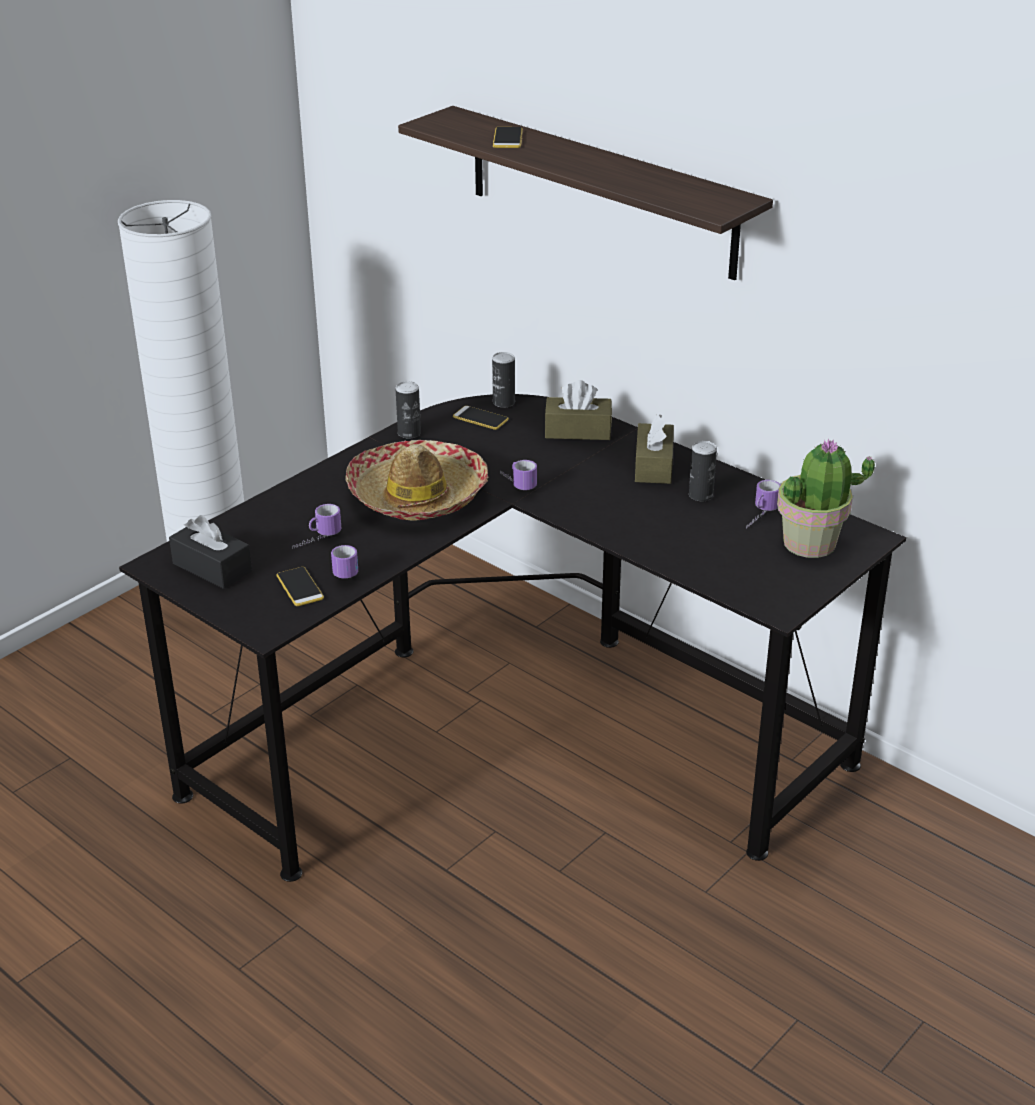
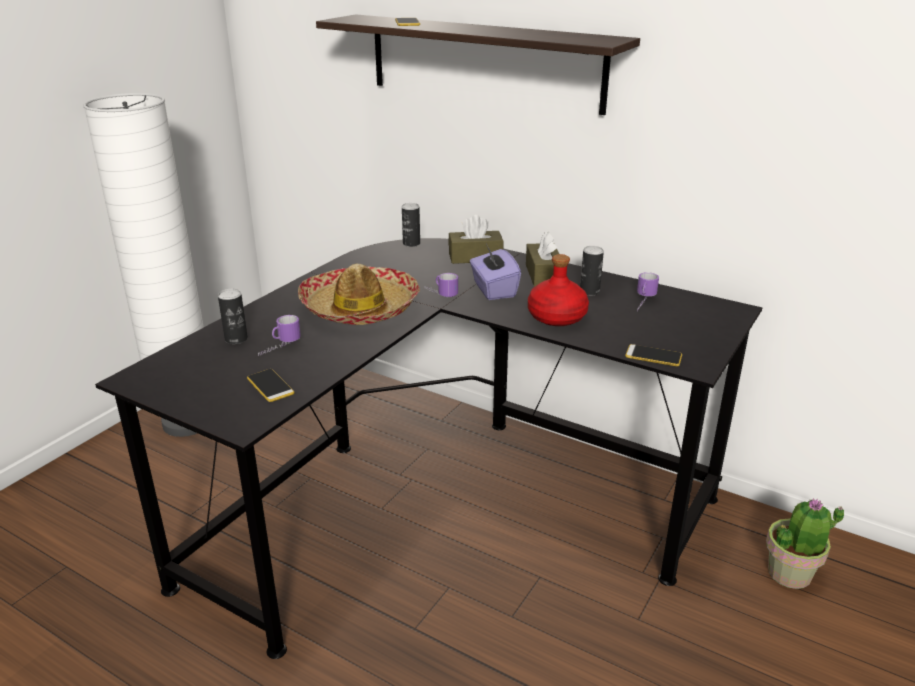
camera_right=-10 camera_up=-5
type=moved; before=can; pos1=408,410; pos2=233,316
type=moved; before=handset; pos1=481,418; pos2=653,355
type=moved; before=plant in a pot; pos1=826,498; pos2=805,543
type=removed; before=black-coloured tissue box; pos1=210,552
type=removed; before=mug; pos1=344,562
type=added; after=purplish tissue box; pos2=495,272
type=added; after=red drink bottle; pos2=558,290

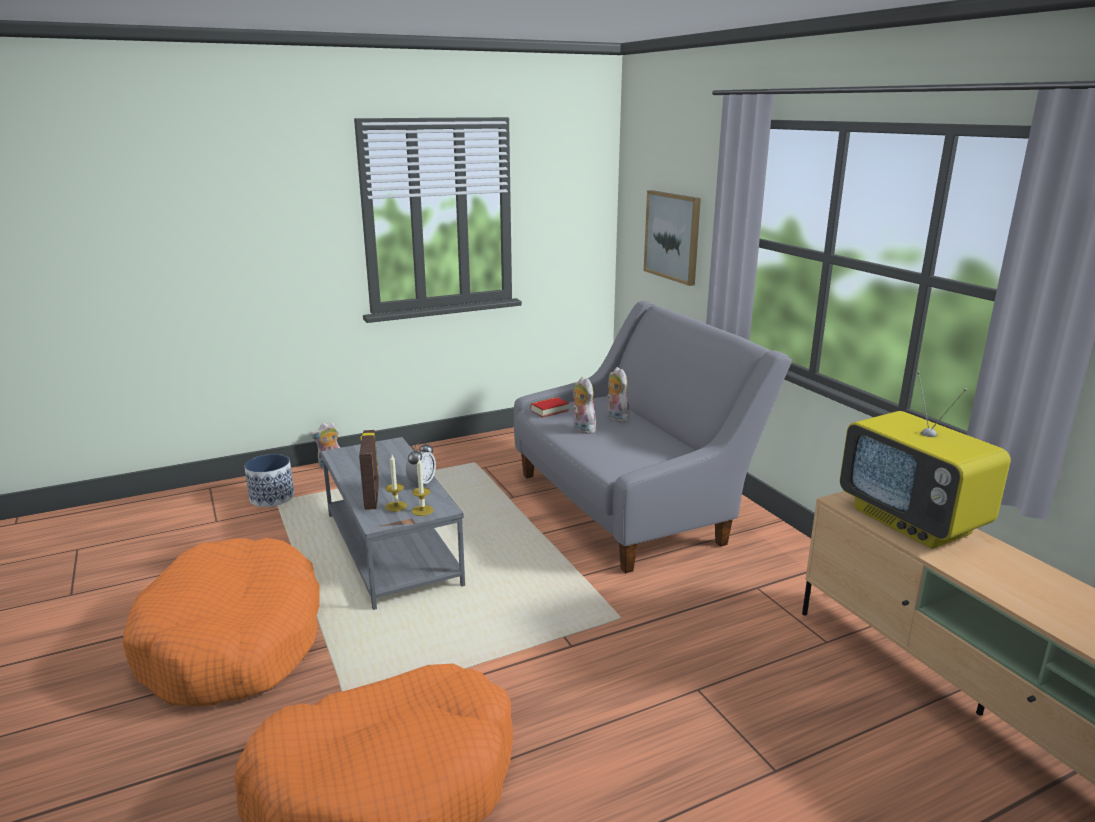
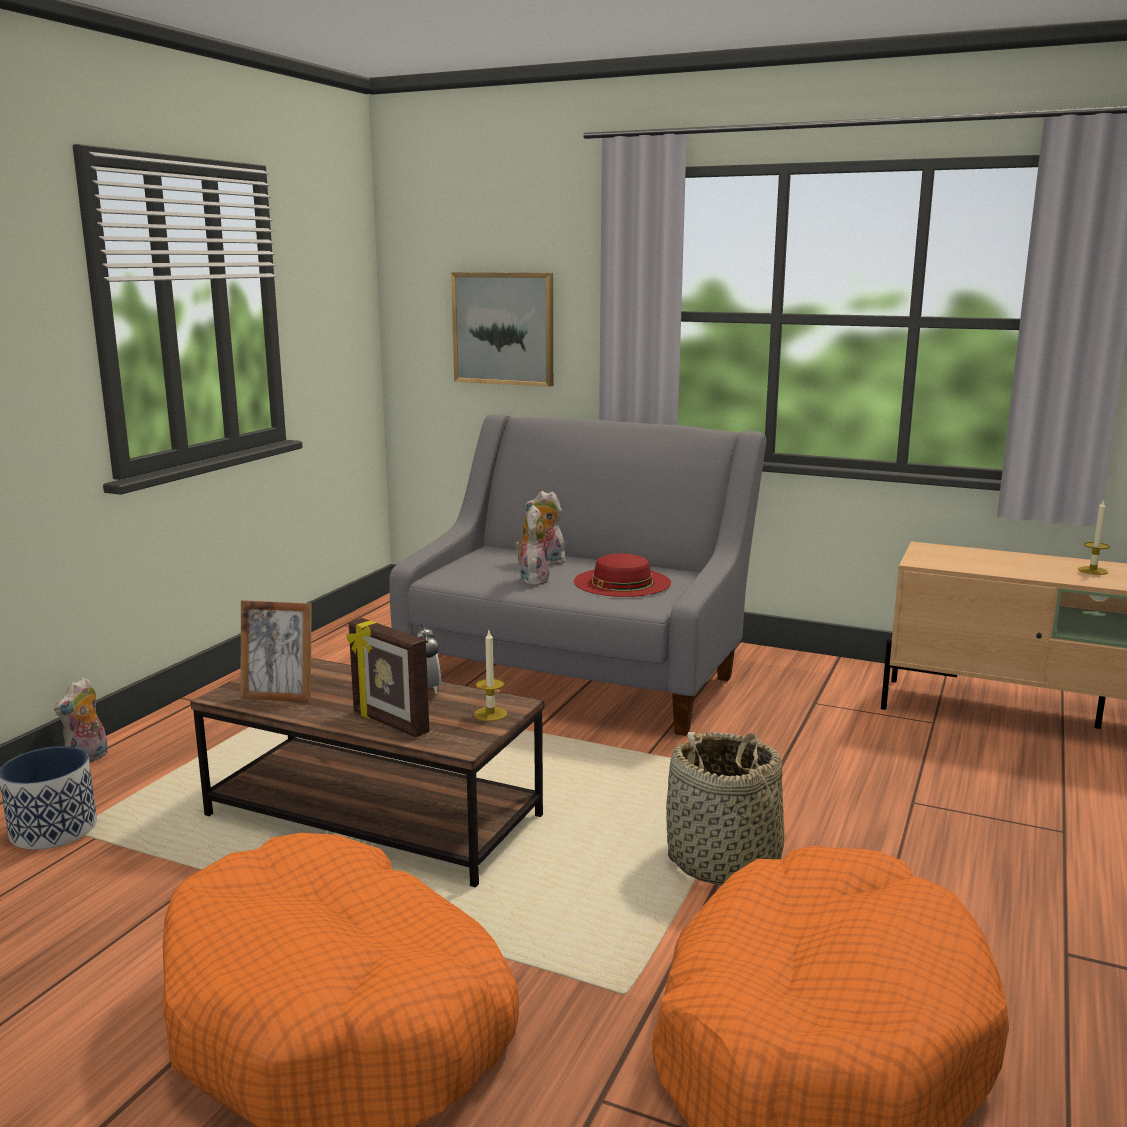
camera_right=-40 camera_up=-5
type=removed; before=TV; pos1=925,460
type=turned; before=soft toy; pos1=584,405; pos2=532,545; turn=75
type=removed; before=book; pos1=549,407
type=recoloured; before=gray lounge table; after=brown-coloured lounge table; pos1=393,523; pos2=367,772
type=moved; before=wax light; pos1=396,483; pos2=1094,537
type=added; after=red wearable hat; pos2=622,575
type=added; after=photo frame; pos2=276,651
type=added; after=household basket; pos2=726,808

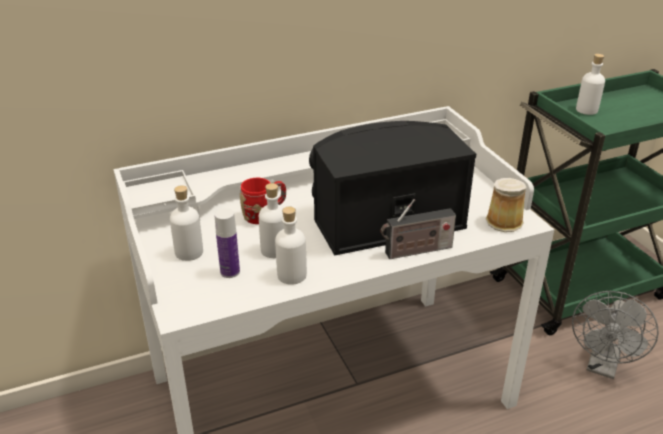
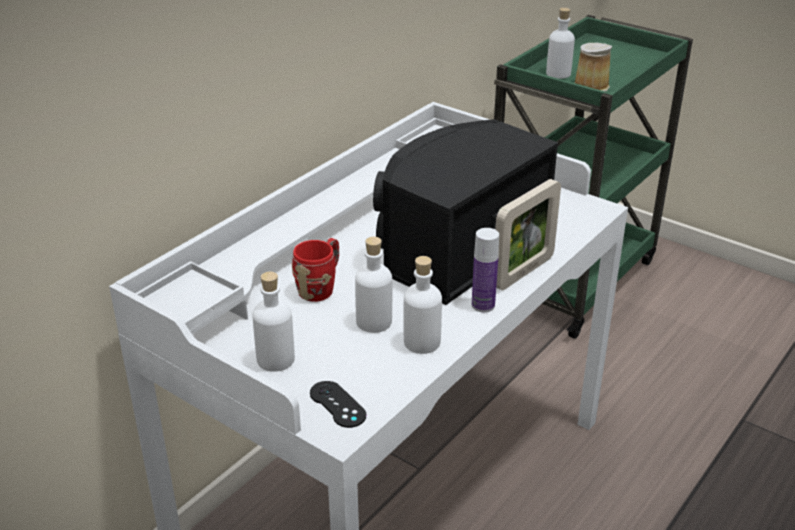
camera_right=-30 camera_up=0
type=moved; before=mug; pos1=506,205; pos2=593,67
type=replaced; before=radio set; after=photo frame; pos1=418,229; pos2=528,234
type=moved; before=drink bottle; pos1=227,243; pos2=485,270
type=removed; before=gray electric fan; pos1=615,335
type=added; after=black-coloured joypad; pos2=338,404

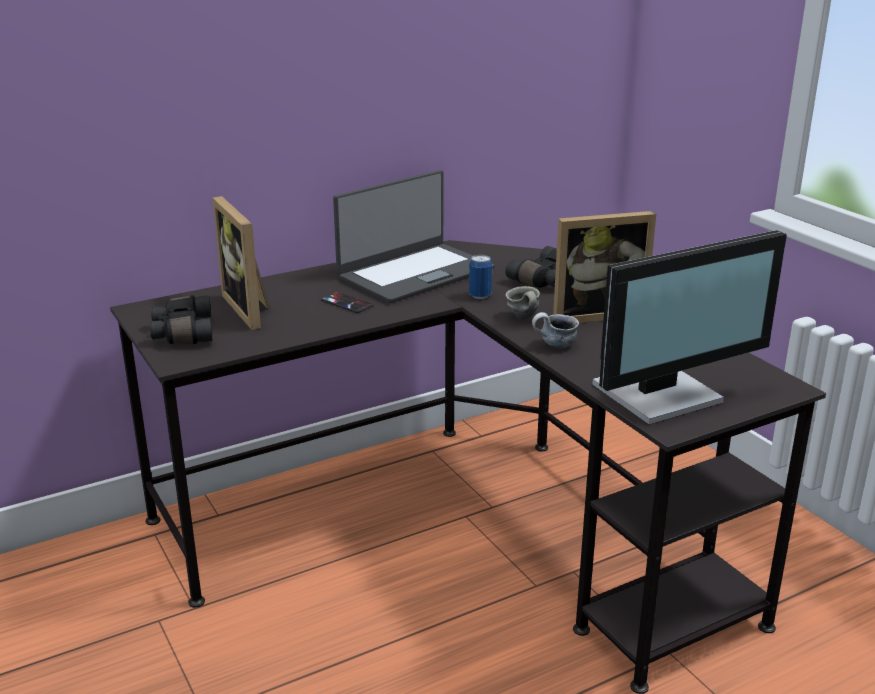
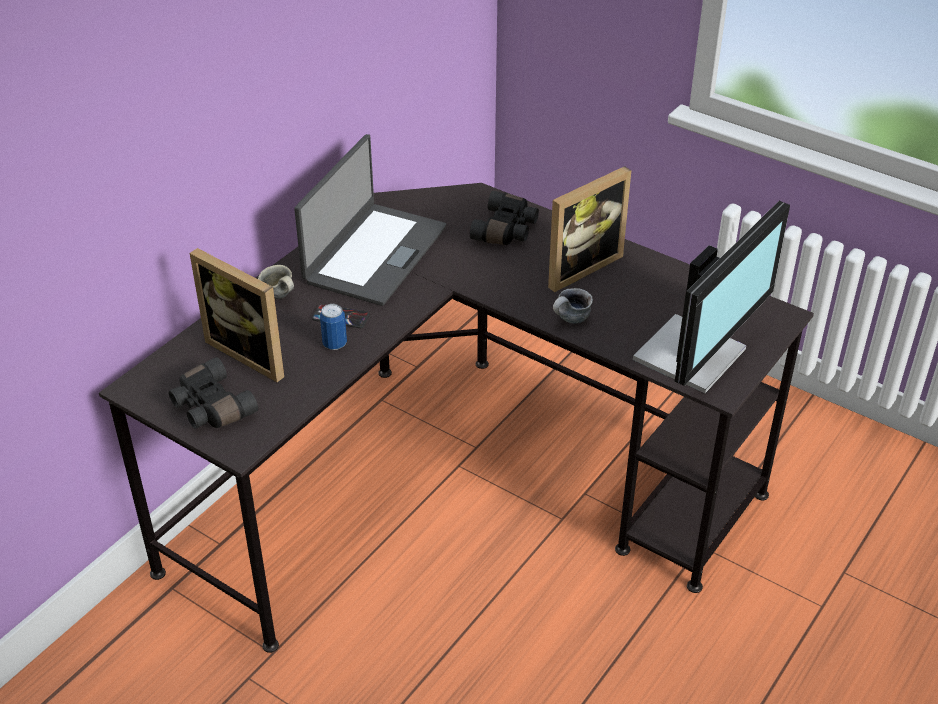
camera_right=-25 camera_up=15
type=moved; before=can; pos1=480,277; pos2=333,327
type=moved; before=gray mug; pos1=523,302; pos2=276,282

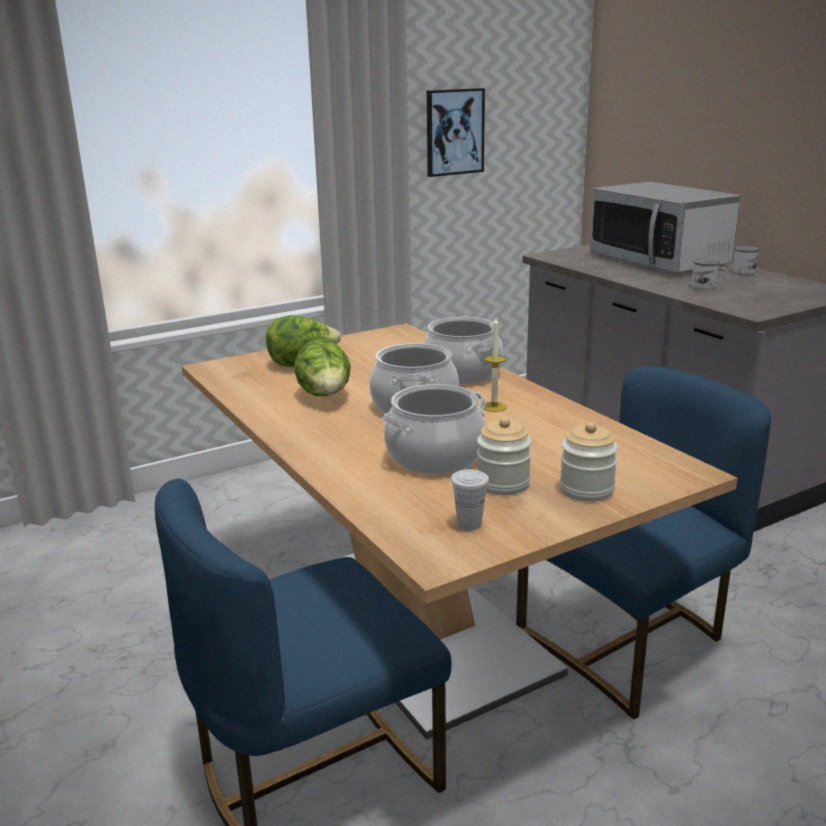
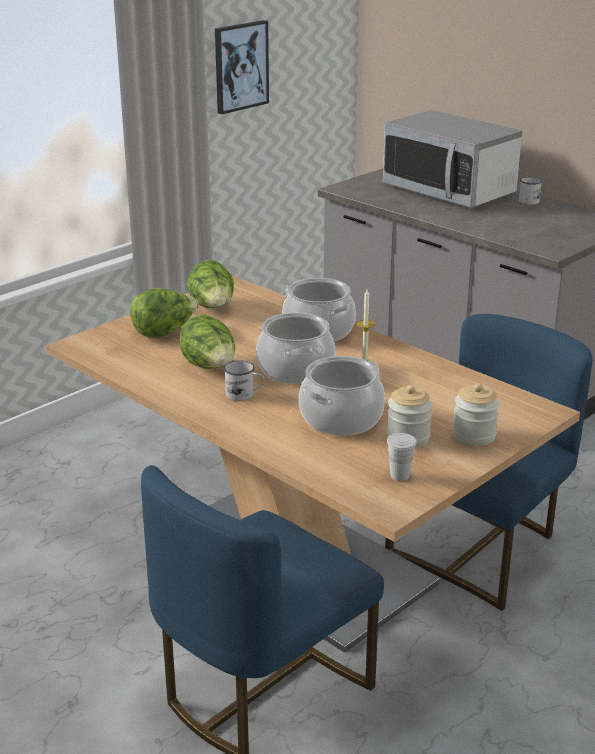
camera_right=-15 camera_up=5
type=moved; before=white-coloured mug; pos1=710,274; pos2=244,380
type=added; after=lettuce; pos2=210,284

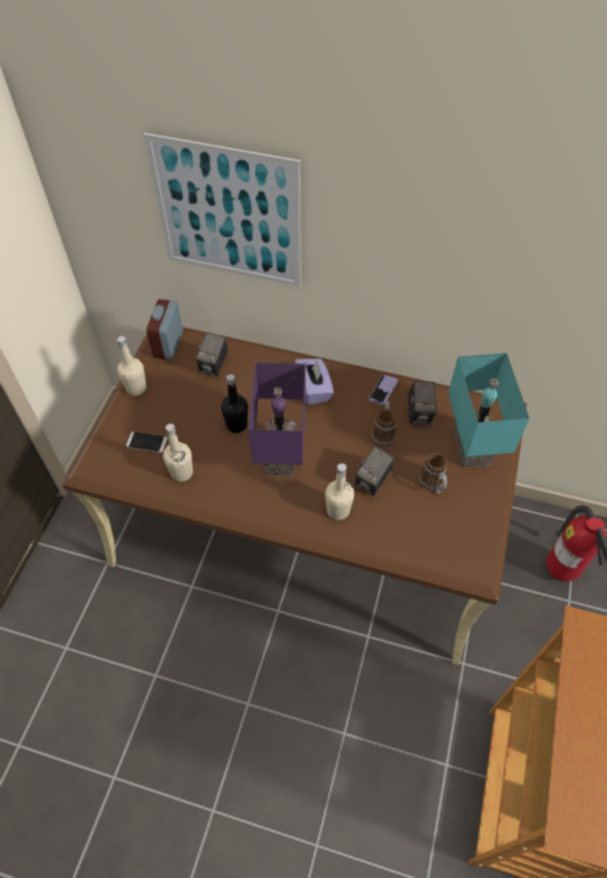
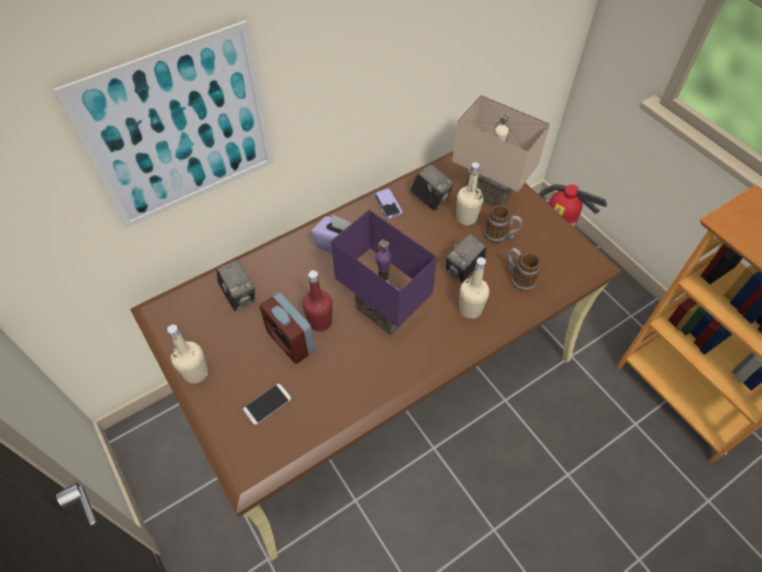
camera_right=-50 camera_up=0
type=moved; before=table clock; pos1=164,329; pos2=287,328
type=recoloured; before=blue-green table lamp; after=beige table lamp; pos1=489,410; pos2=501,150
type=recoloured; before=black-coloured drink bottle; after=red drink bottle; pos1=234,403; pos2=318,300
type=moved; before=mug; pos1=384,423; pos2=524,269
type=moved; before=beige drink bottle; pos1=178,453; pos2=469,193
type=turned; before=still camera; pos1=374,470; pos2=466,257; turn=60

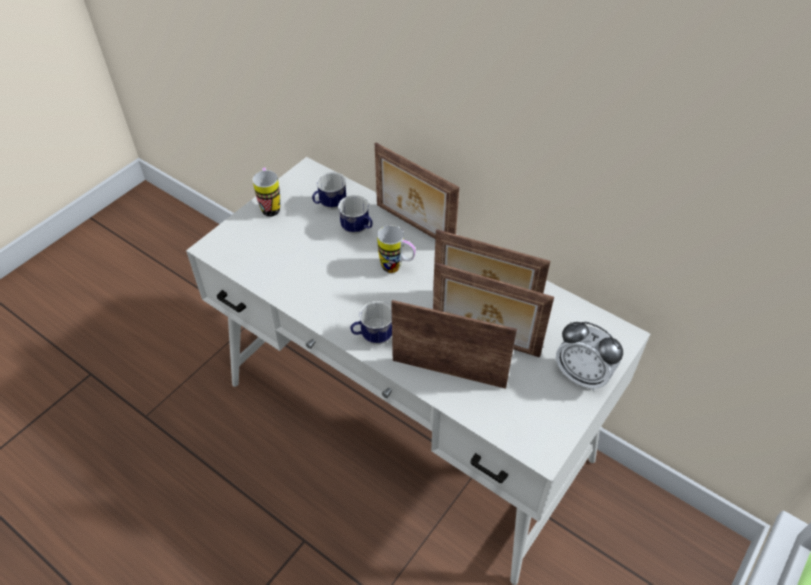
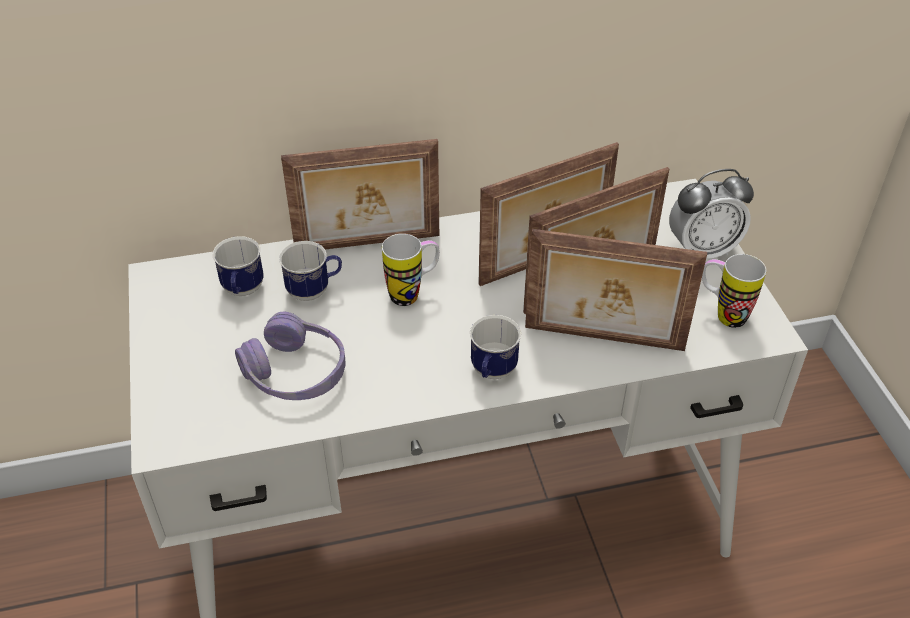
camera_right=-50 camera_up=-5
type=moved; before=mug; pos1=266,192; pos2=734,291
type=turned; before=photo frame; pos1=454,344; pos2=616,290; turn=-135
type=added; after=purplish headset; pos2=290,356

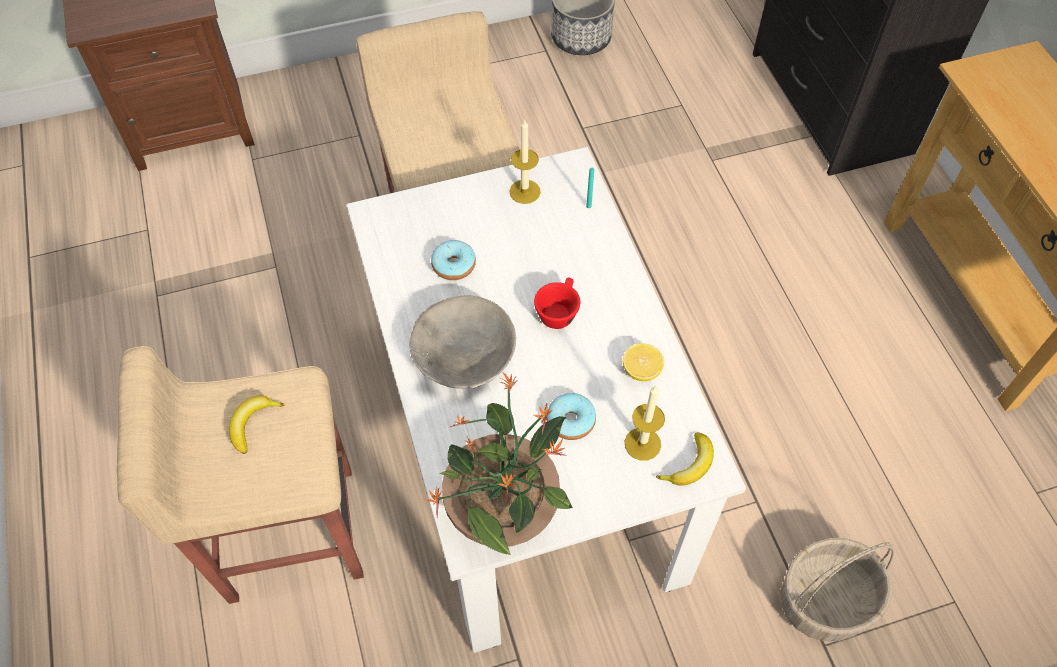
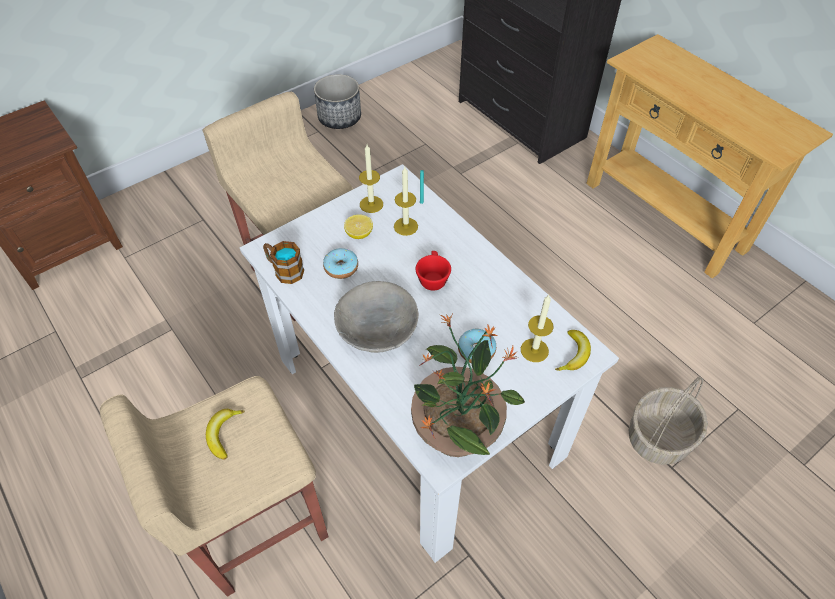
camera_right=-20 camera_up=-5
type=moved; before=lemon; pos1=643,362; pos2=358,226
type=added; after=wax light; pos2=406,201
type=added; after=mug; pos2=283,262

